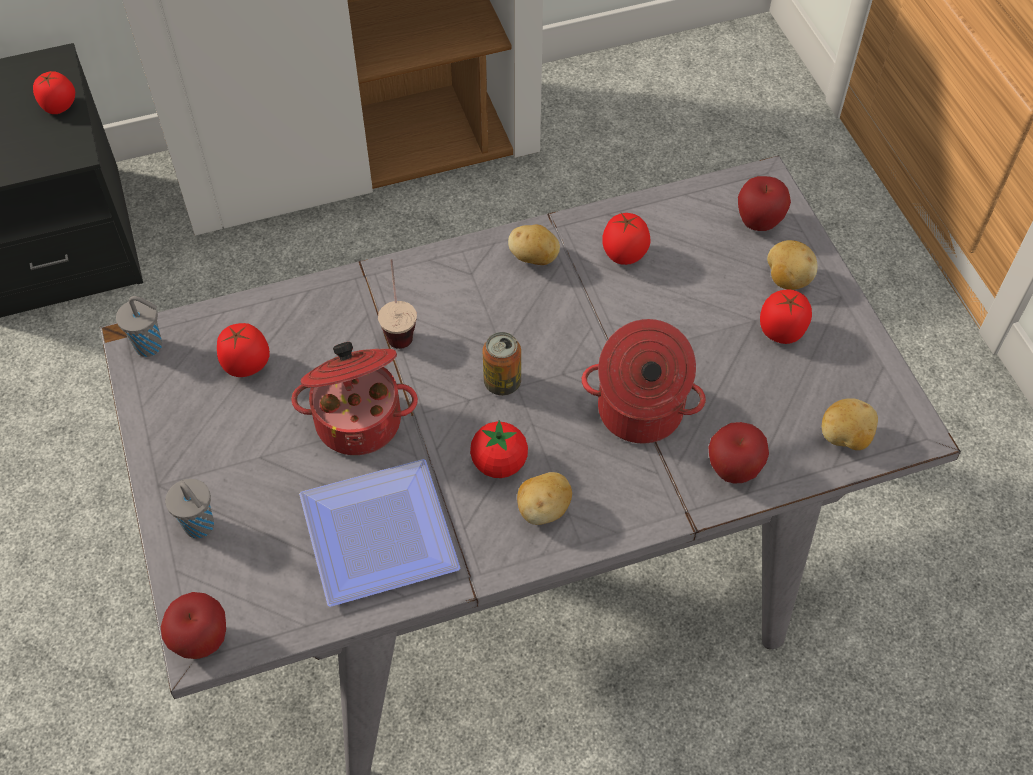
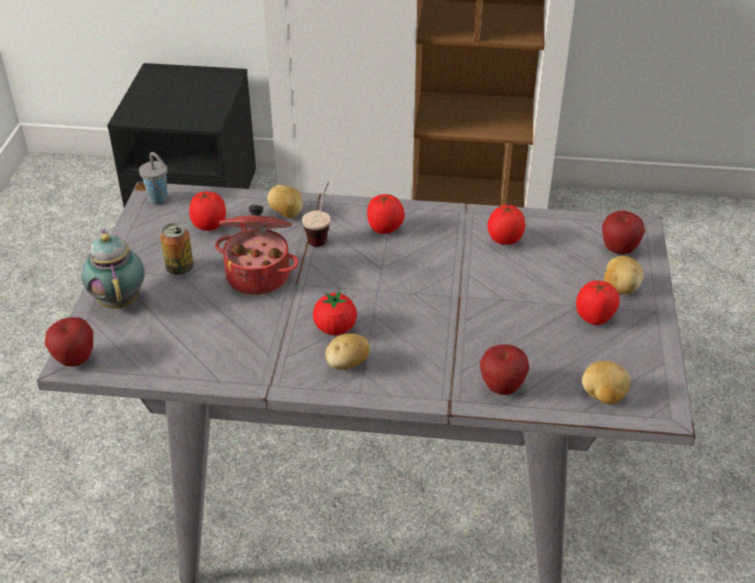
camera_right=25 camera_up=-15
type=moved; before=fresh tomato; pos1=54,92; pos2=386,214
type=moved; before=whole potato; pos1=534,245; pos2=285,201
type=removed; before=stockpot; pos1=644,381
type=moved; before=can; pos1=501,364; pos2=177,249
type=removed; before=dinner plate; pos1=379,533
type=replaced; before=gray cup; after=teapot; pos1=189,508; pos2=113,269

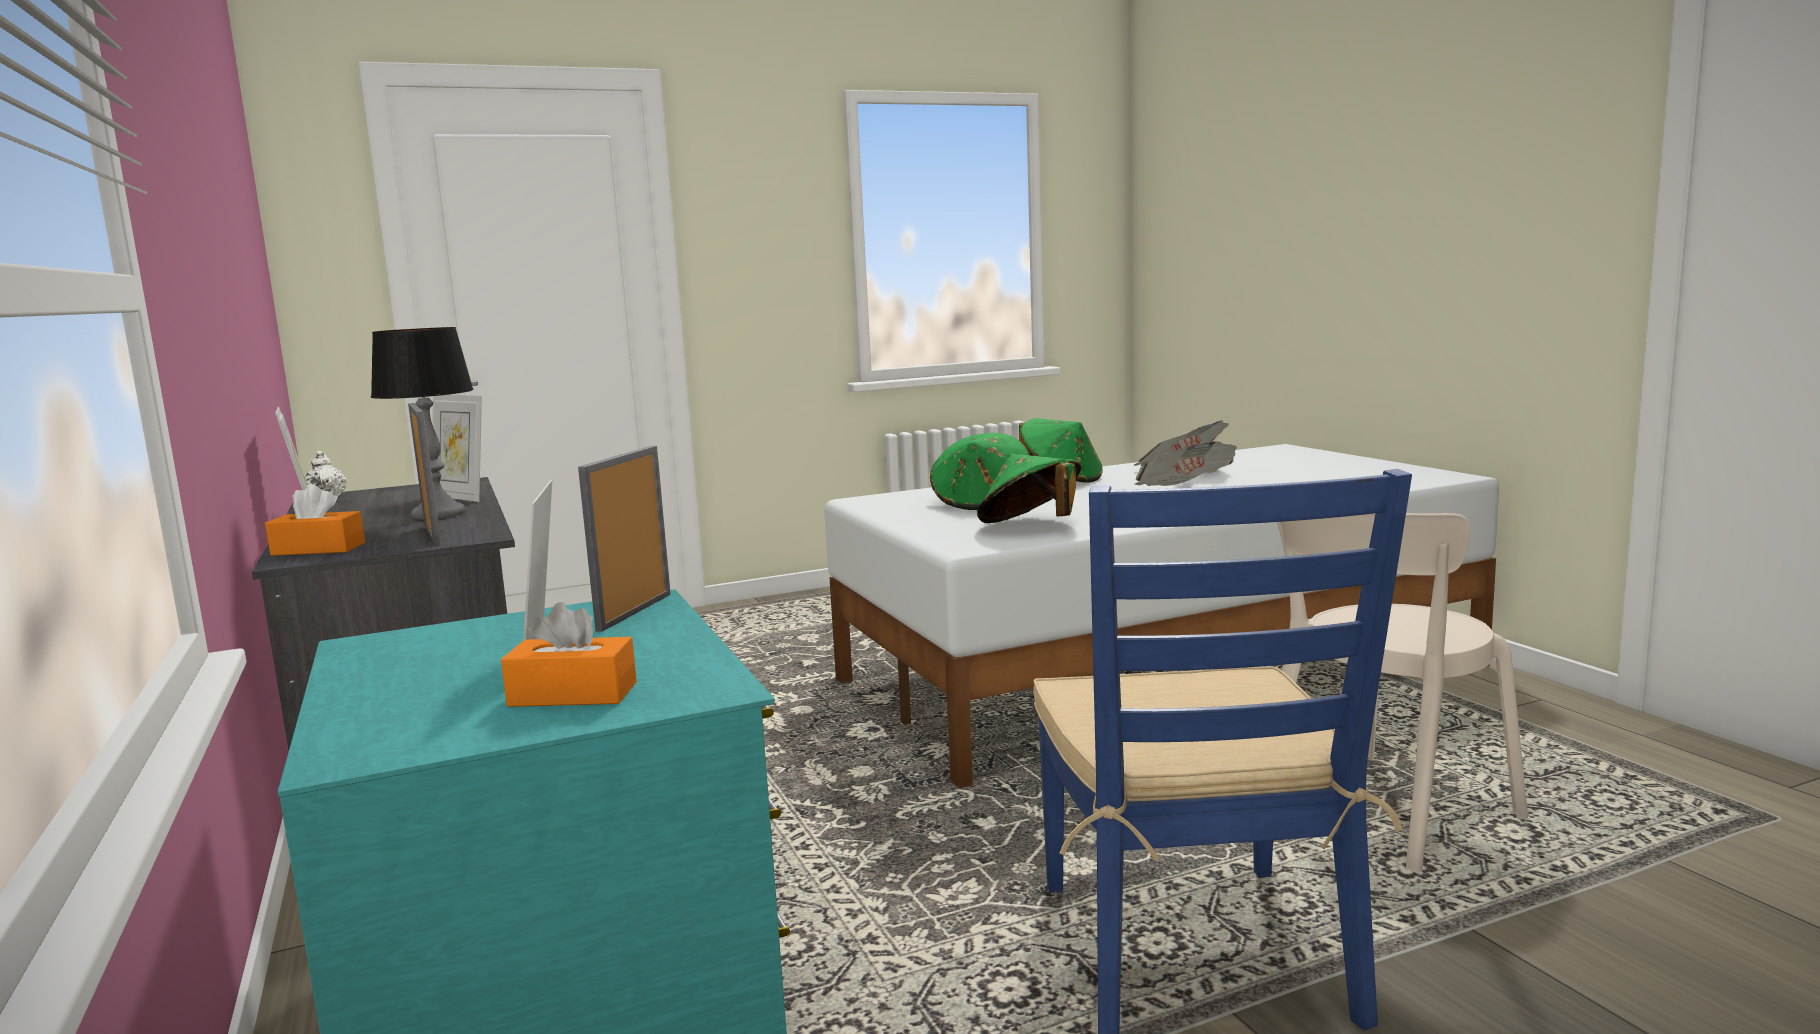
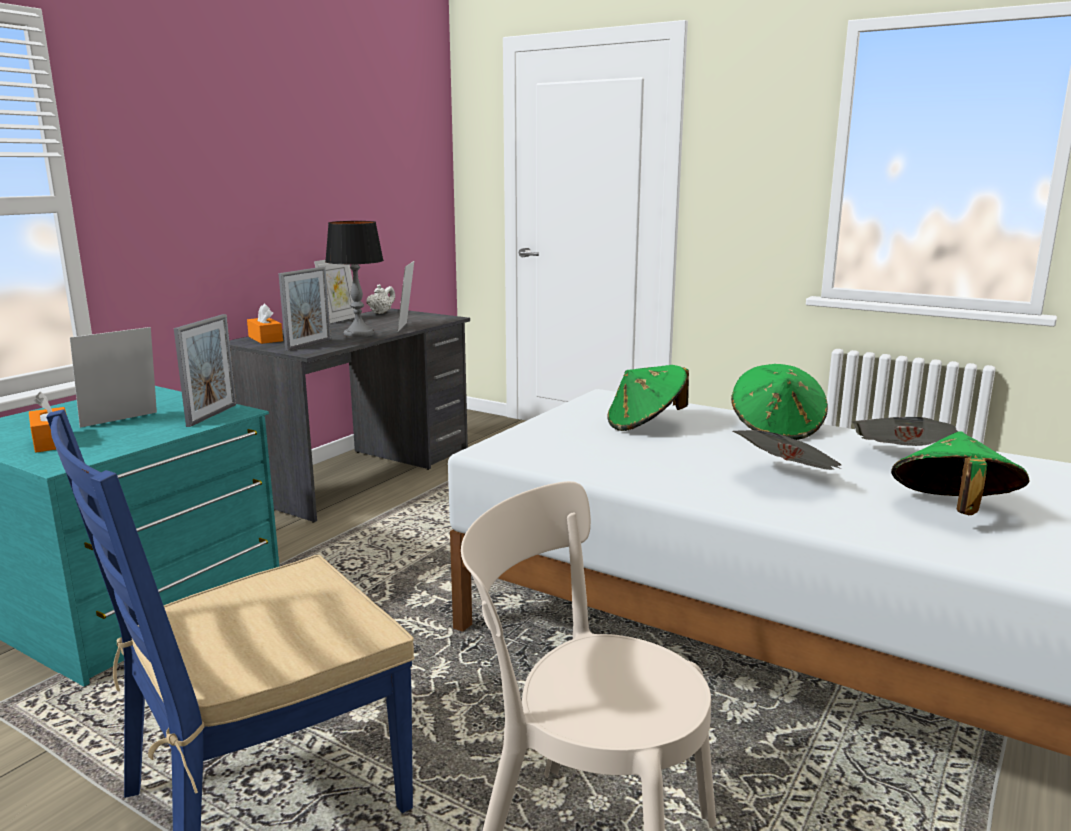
camera_right=55 camera_up=5
type=turned; before=photo frame; pos1=624,539; pos2=205,370; turn=120
type=moved; before=green-coloured wearable hat; pos1=1029,488; pos2=960,473

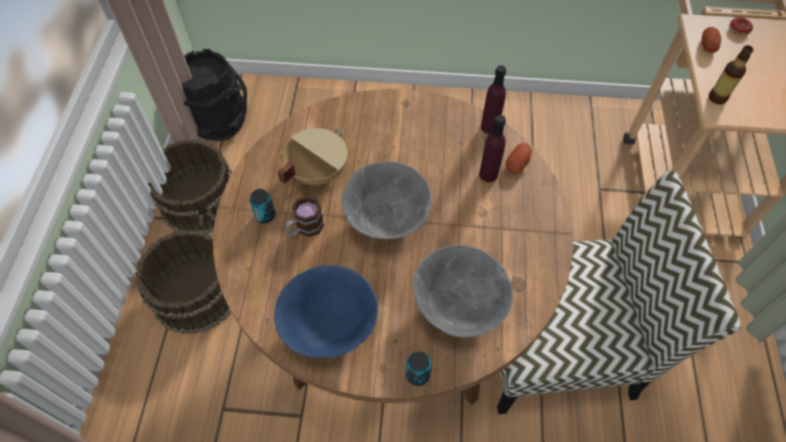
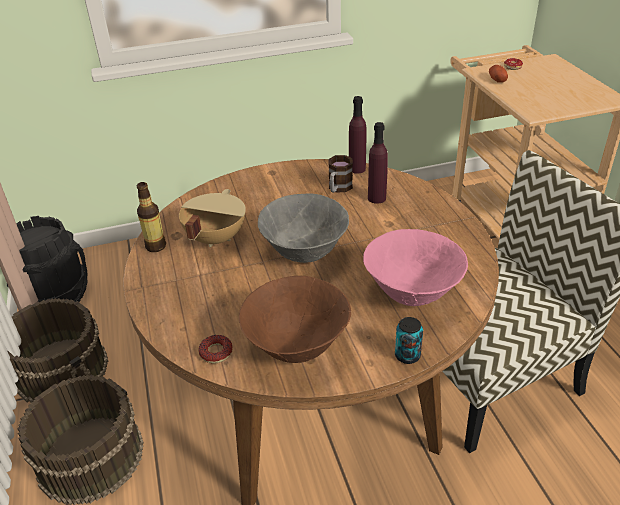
camera_right=-20 camera_up=-20
type=moved; before=drink bottle; pos1=731,74; pos2=151,217
type=removed; before=whole potato; pos1=518,158
type=removed; before=can; pos1=263,206
type=moved; before=mug; pos1=304,216; pos2=340,174
type=recoloured; before=gray serving bowl; after=pinkish serving bowl; pos1=463,291; pos2=415,267
type=recoloured; before=blue-coloured serving bowl; after=brown-coloured serving bowl; pos1=326,311; pos2=295,319
type=added; after=donut; pos2=216,349

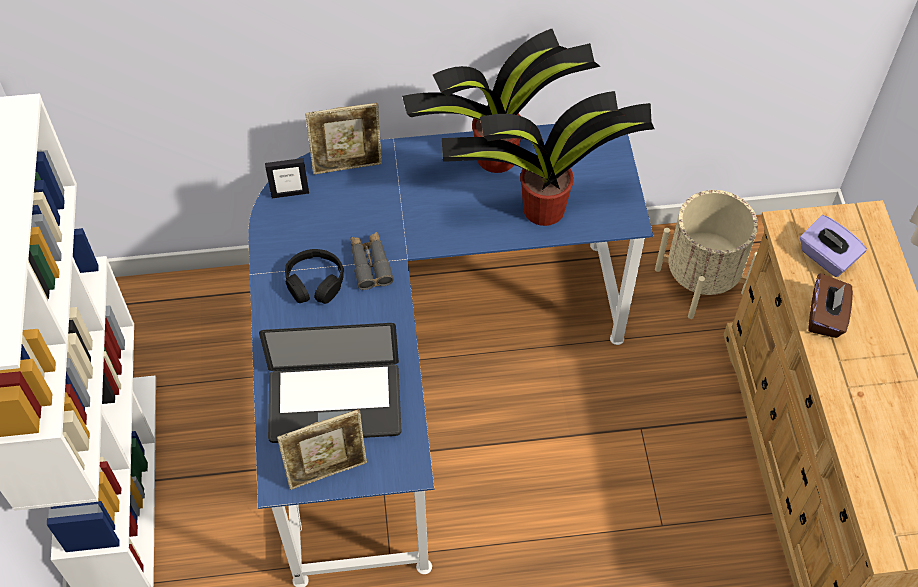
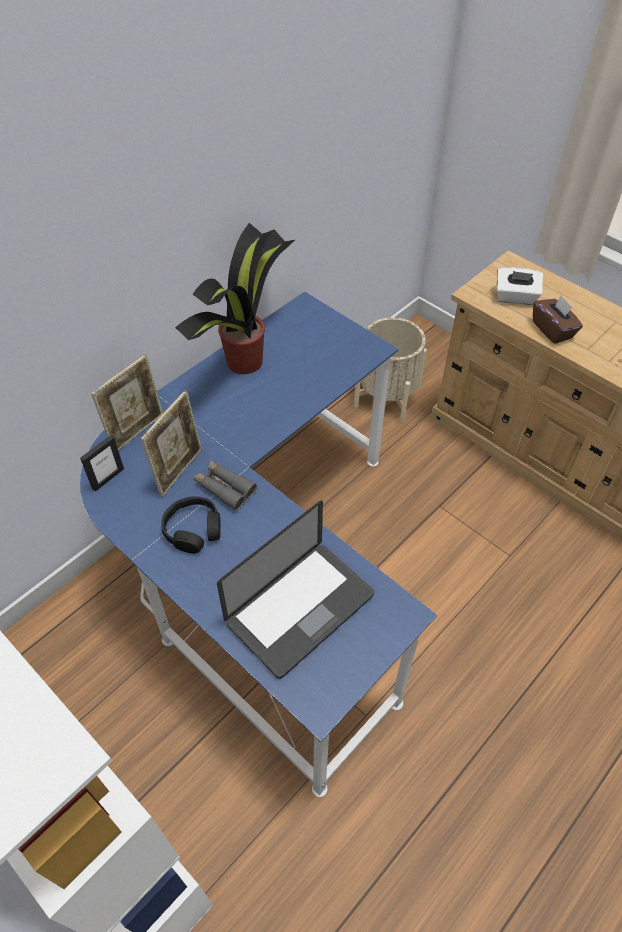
camera_right=-40 camera_up=-5
type=removed; before=plant in a pot; pos1=548,158
type=recoloured; before=purplish tissue box; after=white-coloured tissue box; pos1=833,246; pos2=520,286
type=moved; before=photo frame; pos1=322,449; pos2=171,444

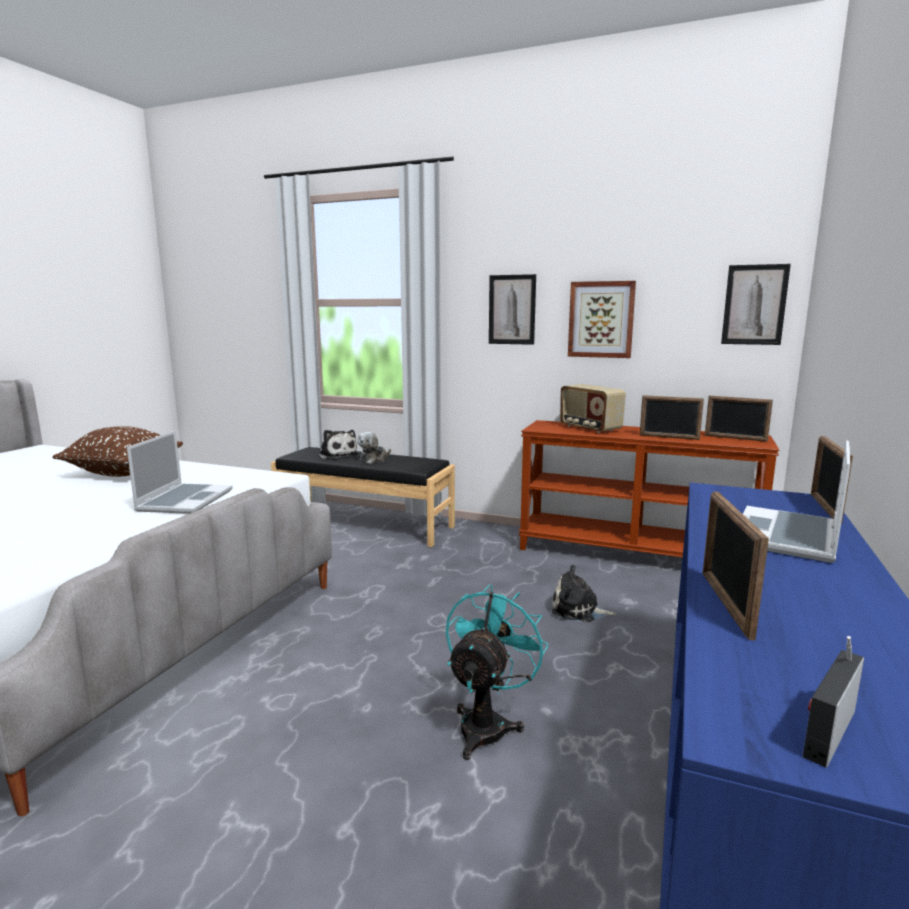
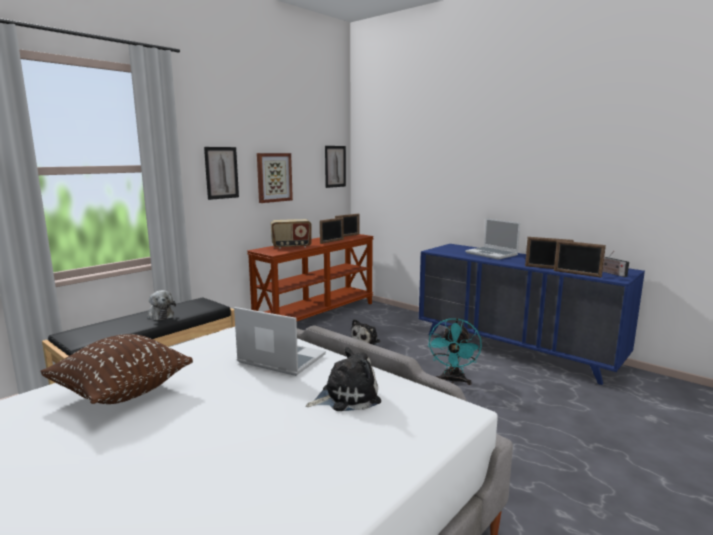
camera_right=-70 camera_up=0
type=moved; before=soft toy; pos1=337,445; pos2=343,379
type=moved; before=photo frame; pos1=832,480; pos2=580,259
type=turned; before=blue-green electric fan; pos1=497,672; pos2=455,351; turn=-120

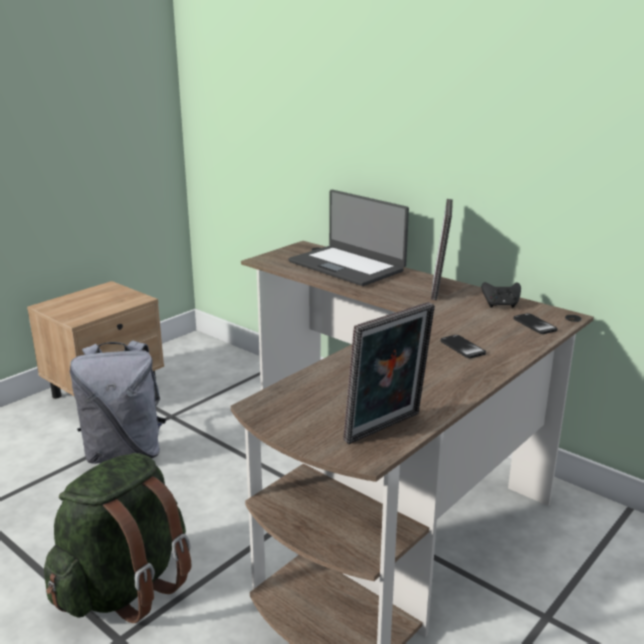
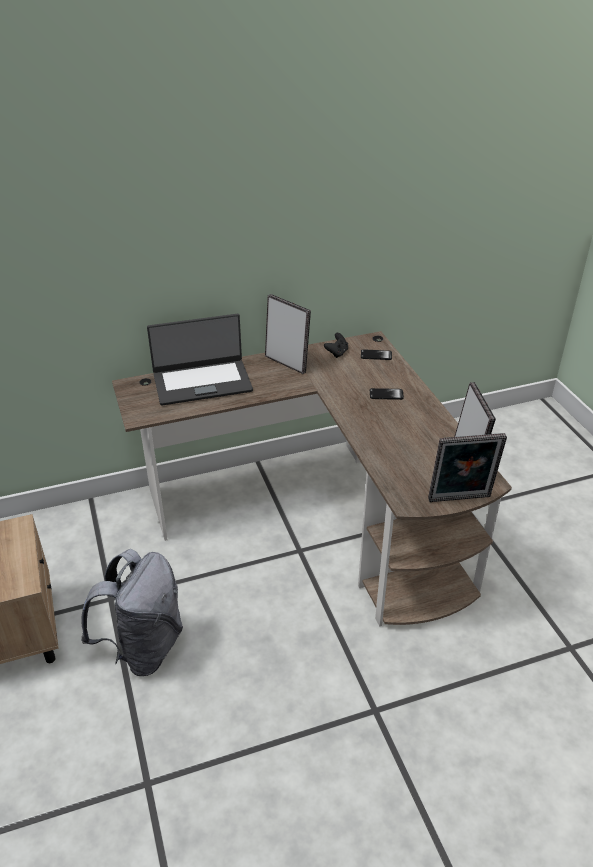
camera_right=-60 camera_up=15
type=removed; before=green-coloured rucksack; pos1=117,538
type=added; after=photo frame; pos2=467,467

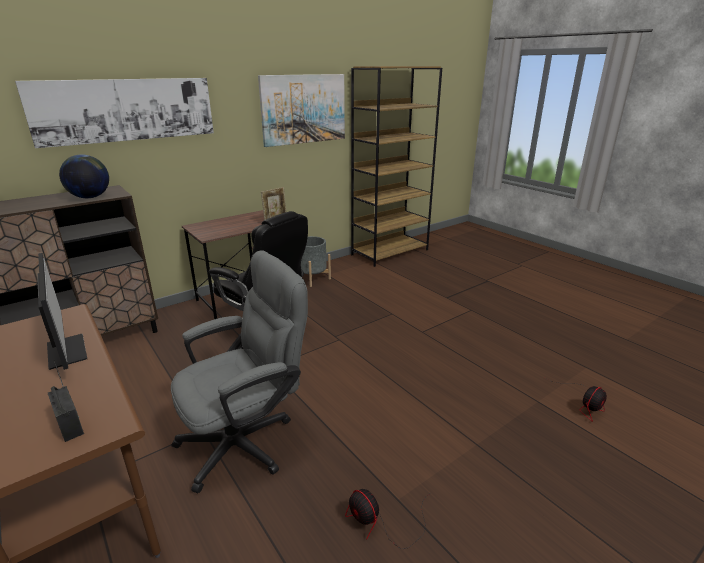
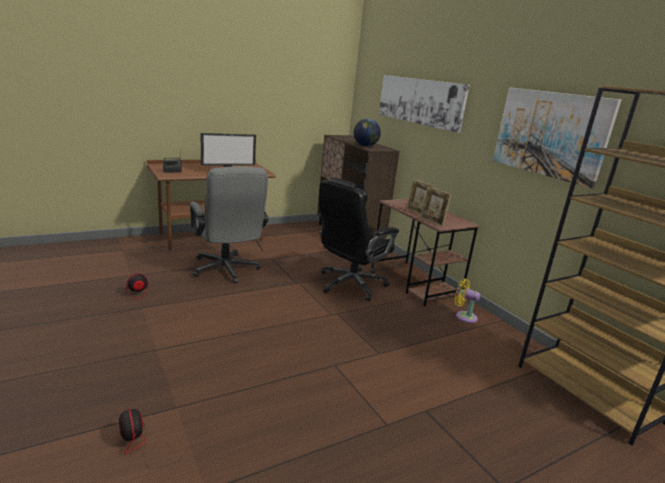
camera_right=95 camera_up=-5
type=replaced; before=gray plant pot; after=yellow-coloured electric fan; pos1=316,261; pos2=467,301
type=added; after=photo frame; pos2=420,197

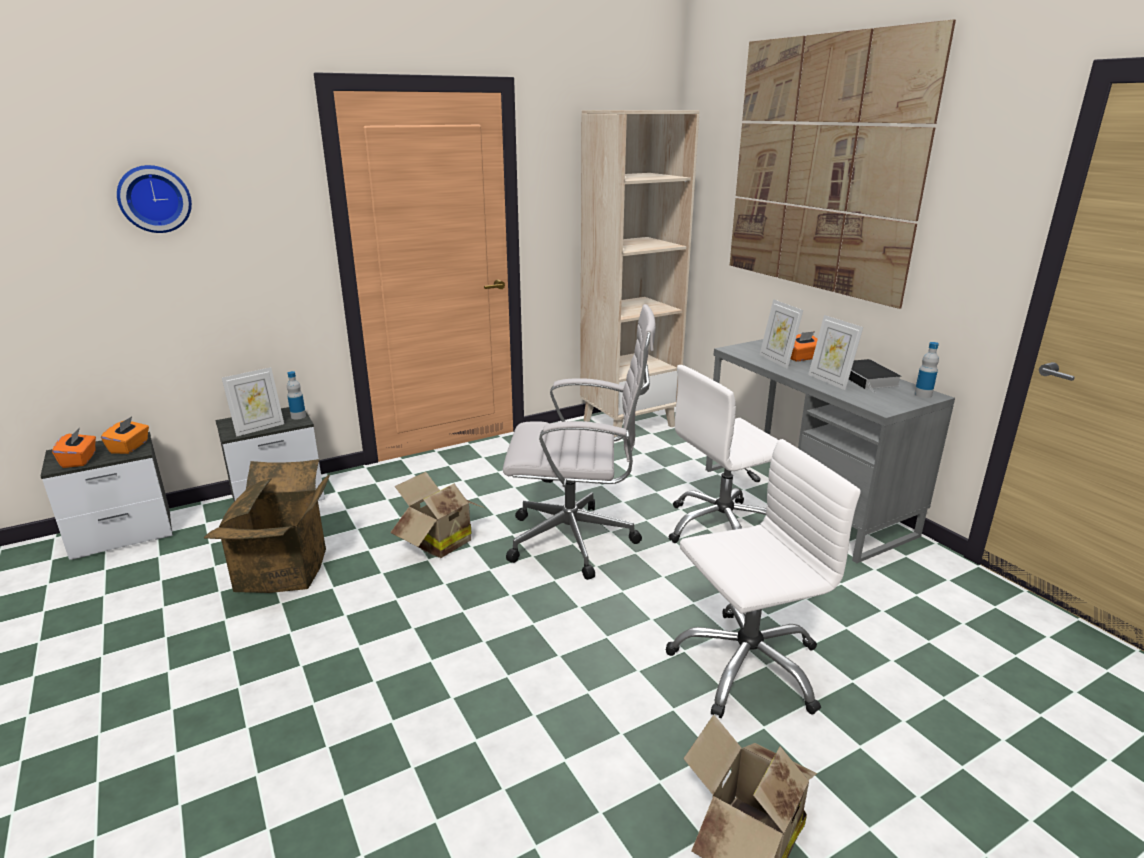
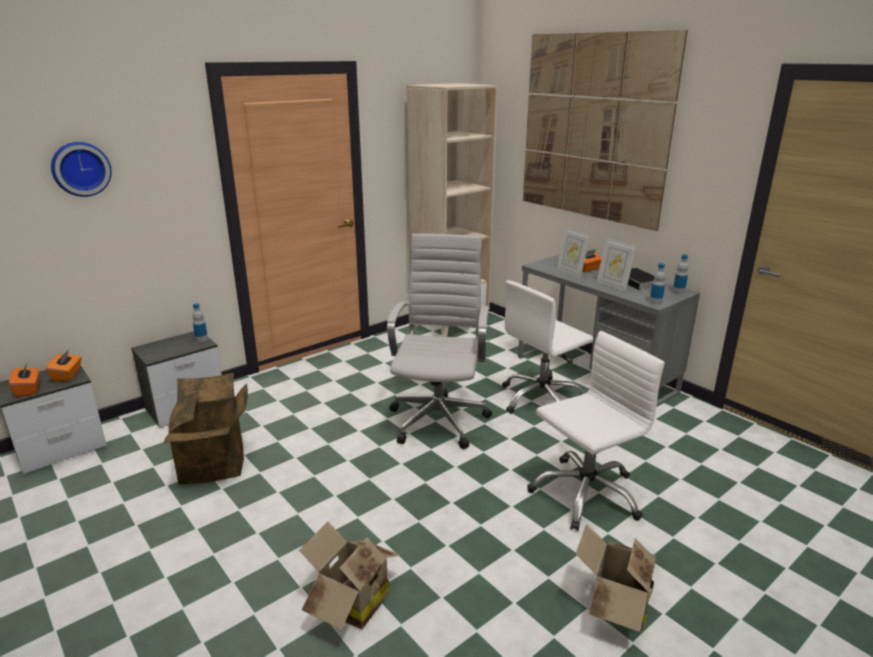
camera_right=-10 camera_up=0
type=turned; before=white-coloured desk chair; pos1=579,442; pos2=439,341; turn=-75
type=removed; before=photo frame; pos1=253,402
type=moved; before=carton; pos1=438,515; pos2=349,575
type=added; after=drink bottle; pos2=658,283

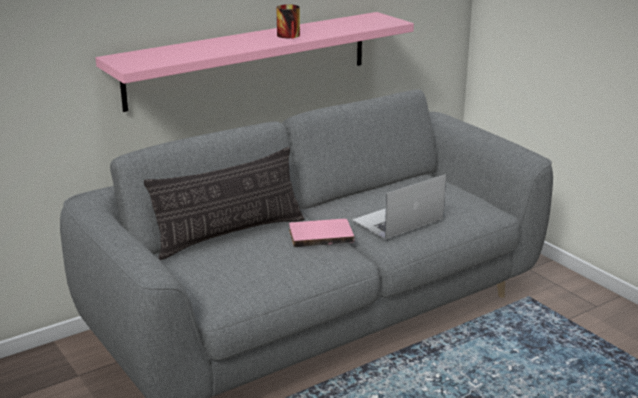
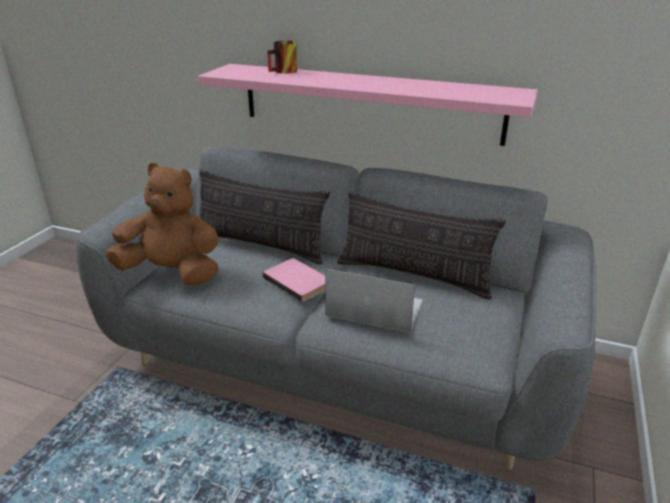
camera_right=55 camera_up=5
type=moved; before=mug; pos1=288,21; pos2=282,57
type=added; after=brown-coloured soft toy; pos2=162,224
type=added; after=pillow; pos2=421,245

